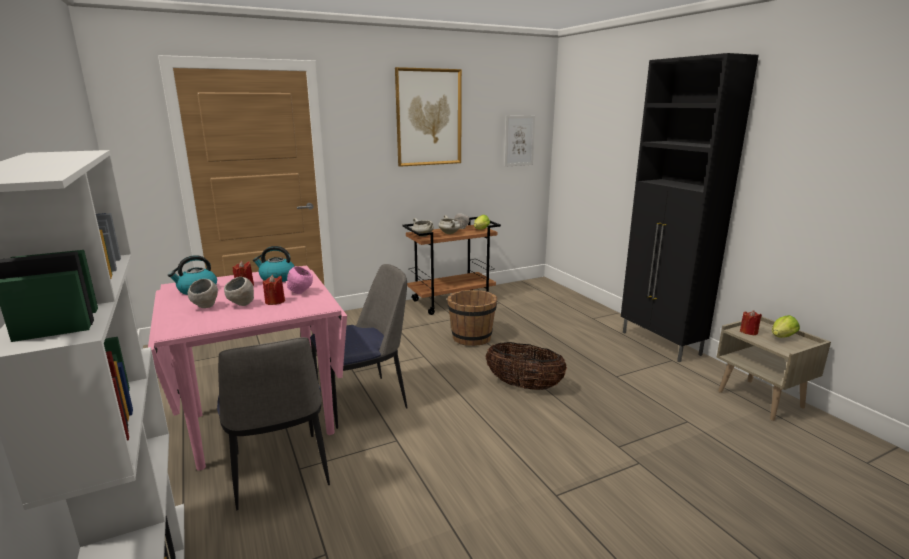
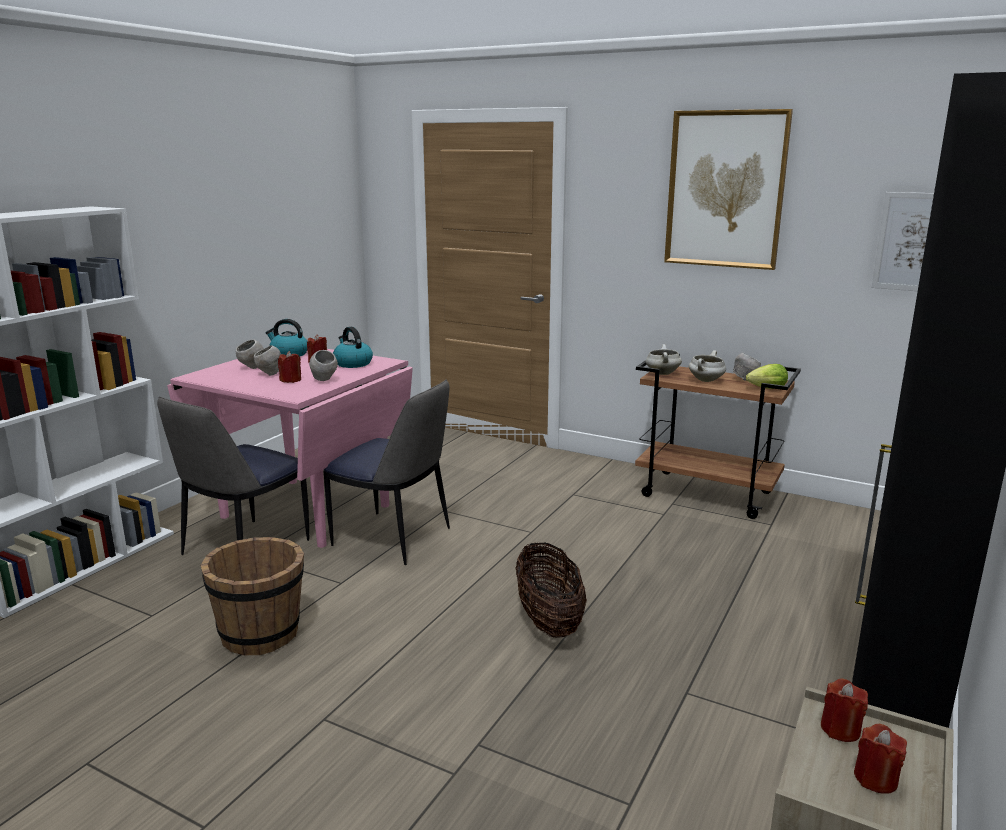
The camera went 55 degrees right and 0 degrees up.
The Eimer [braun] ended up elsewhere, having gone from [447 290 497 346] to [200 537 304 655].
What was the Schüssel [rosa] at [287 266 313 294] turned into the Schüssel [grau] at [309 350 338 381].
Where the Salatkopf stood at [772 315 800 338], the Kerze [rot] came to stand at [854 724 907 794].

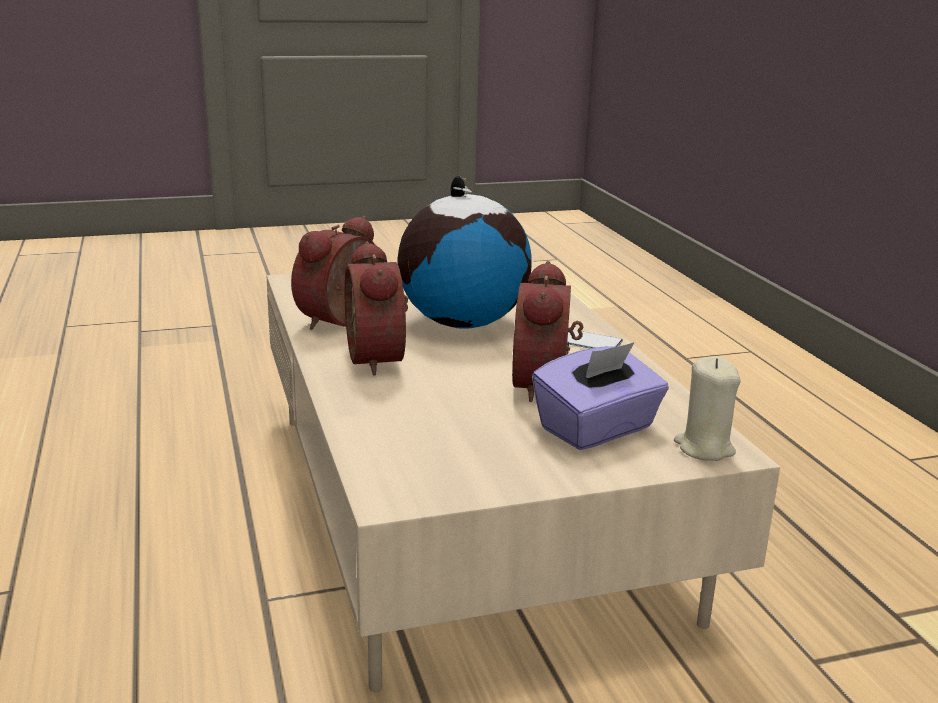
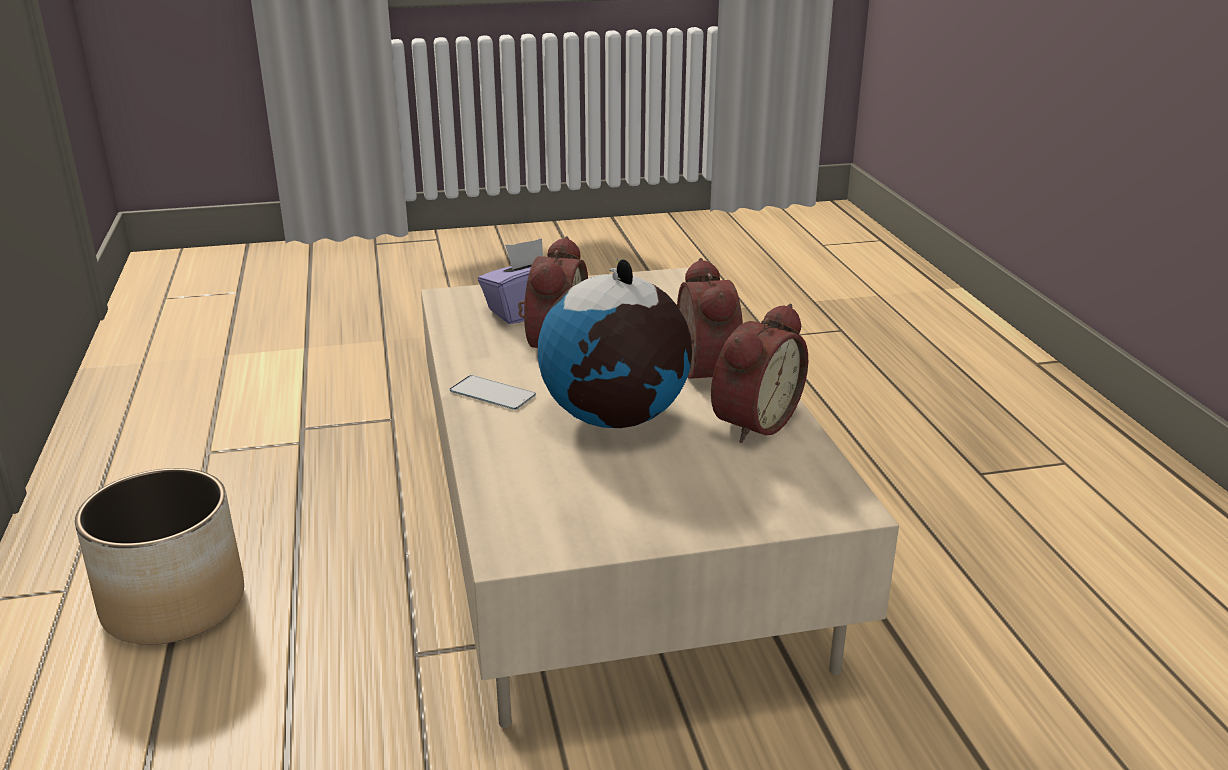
The camera went 175 degrees left and 5 degrees up.
The second view gained the Pflanzkübel at [75 468 244 645].
The second view lost the Kerze [beige] at [674 357 740 461].

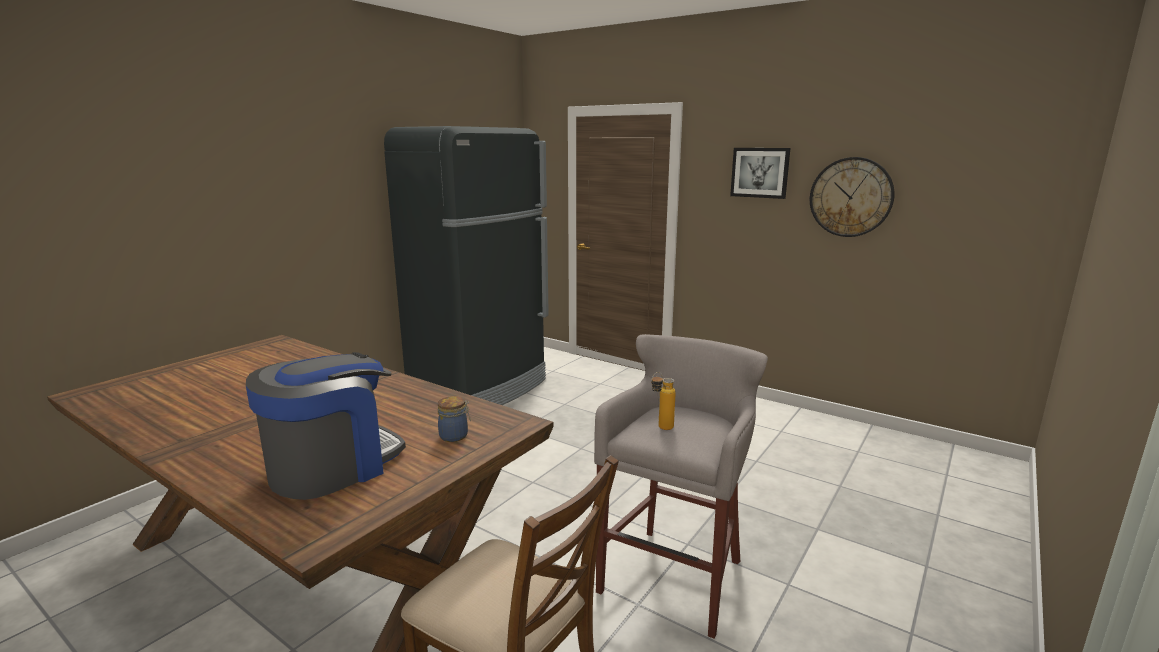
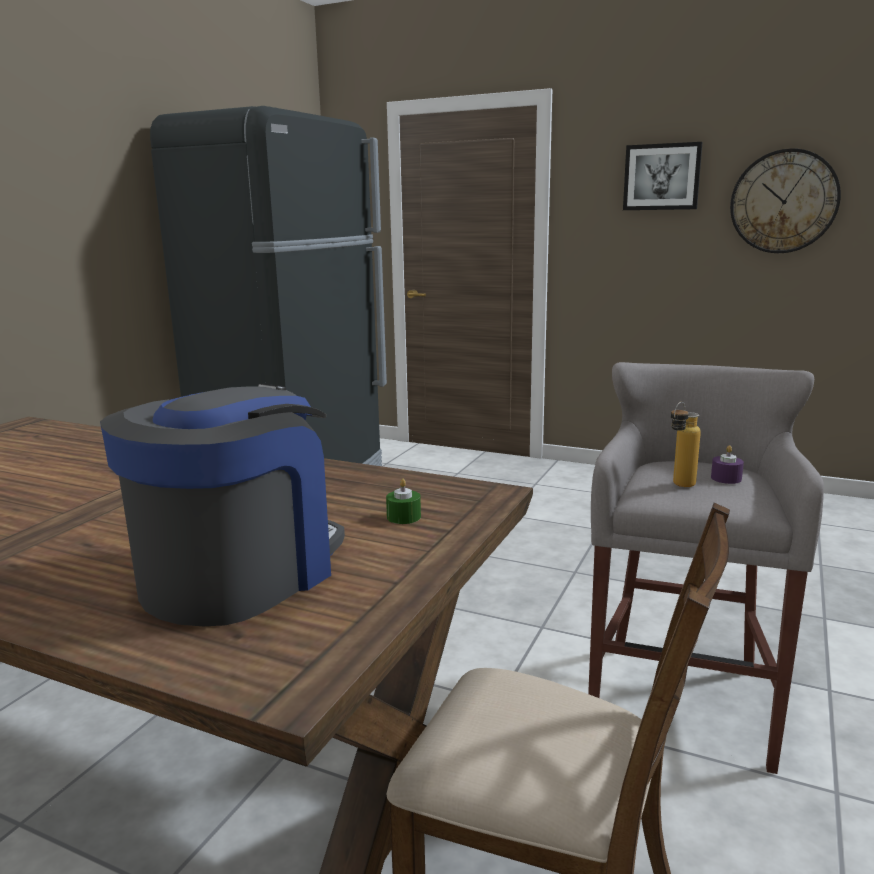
The camera went 10 degrees left and 0 degrees up.
Where the Vorratsglas stood at [438 396 471 442], the Kerze [grün] came to stand at [386 478 421 524].
The second view gained the Kerze [lila] at [711 445 744 484].

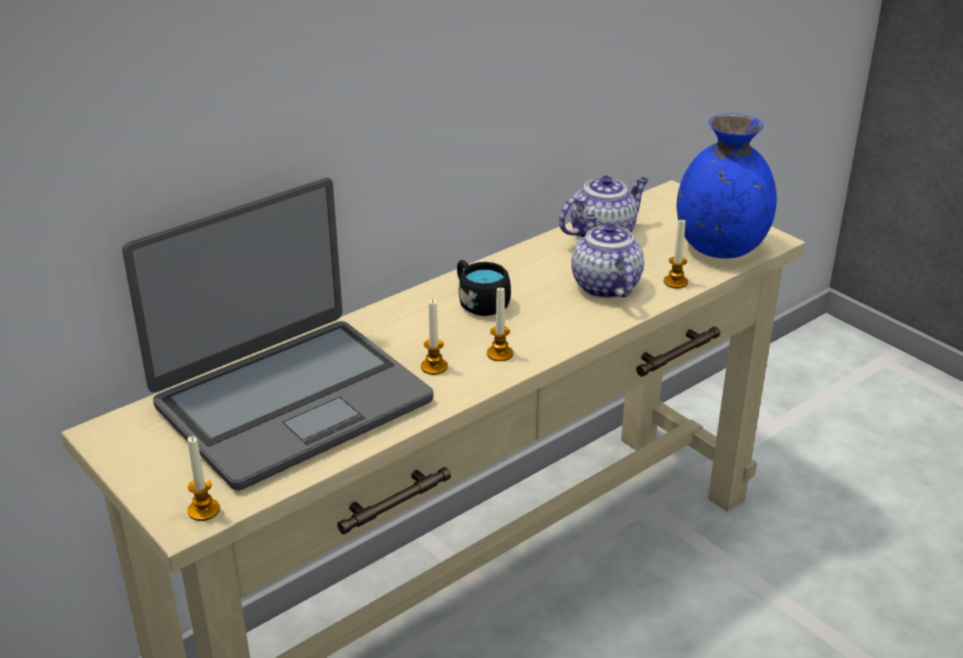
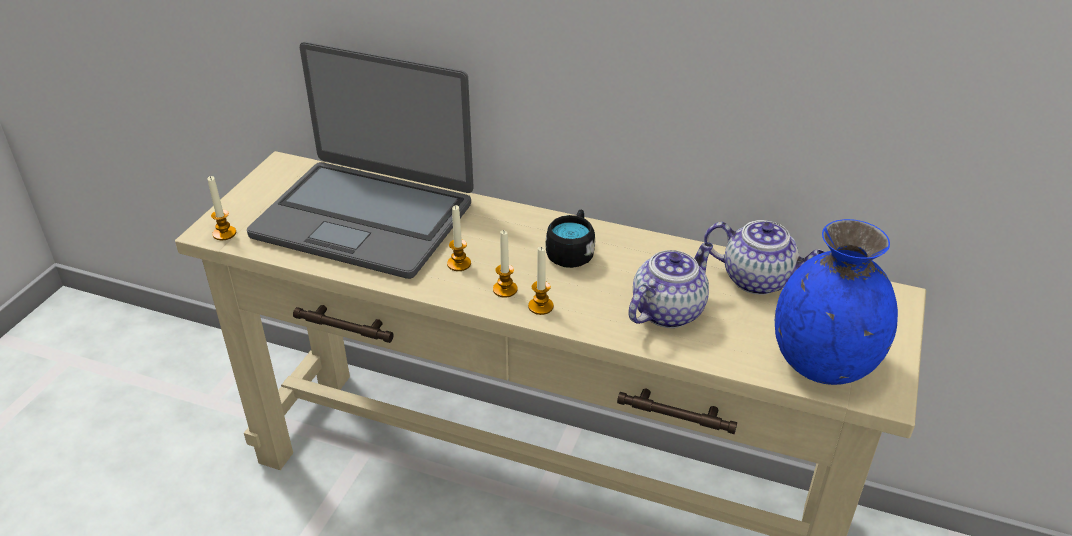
The camera went 60 degrees right and 5 degrees up.
The Kerze ended up elsewhere, having gone from [664 220 688 289] to [528 247 554 315].

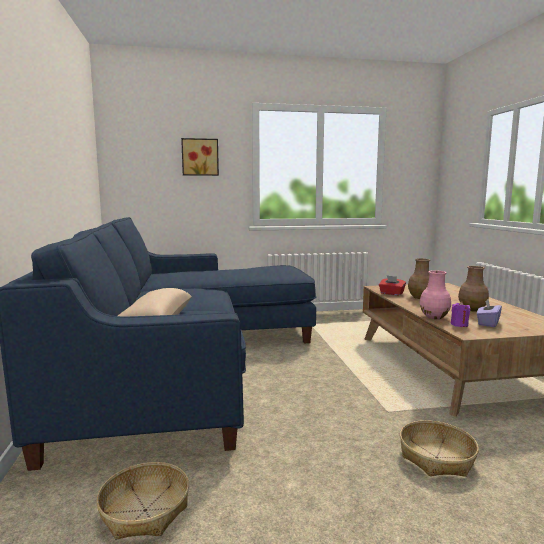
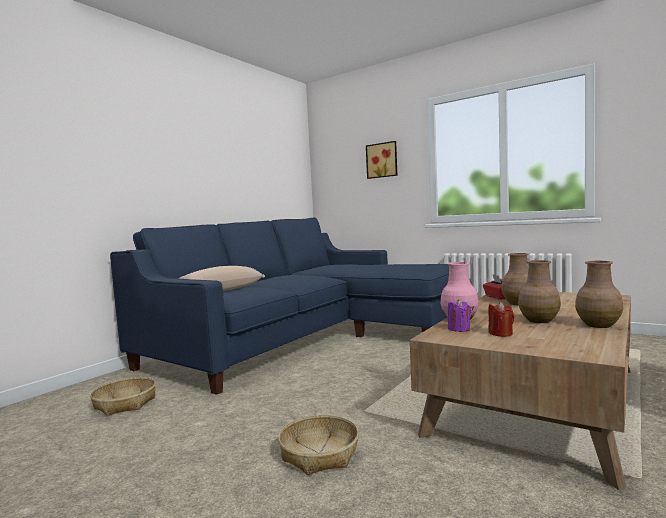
The camera went 45 degrees right and 5 degrees down.
Where the Taschentuchbox [lila] stood at [477 299 502 327], the Kerze [rot] came to stand at [488 302 514 337].
The second view gained the Vase [braun] at [575 261 623 328].

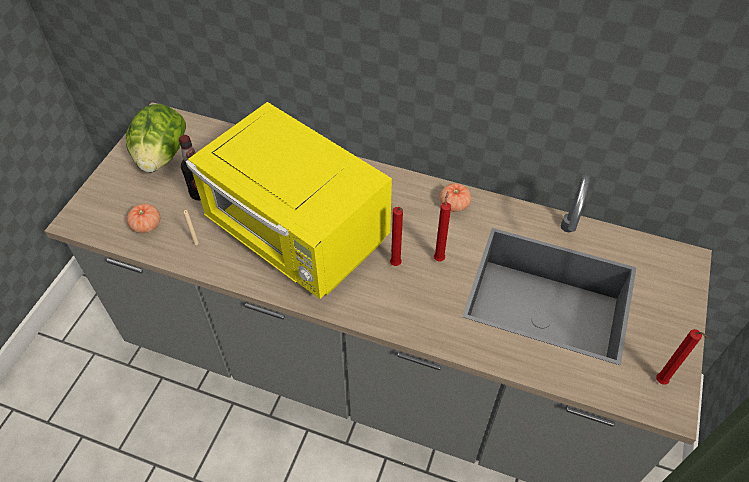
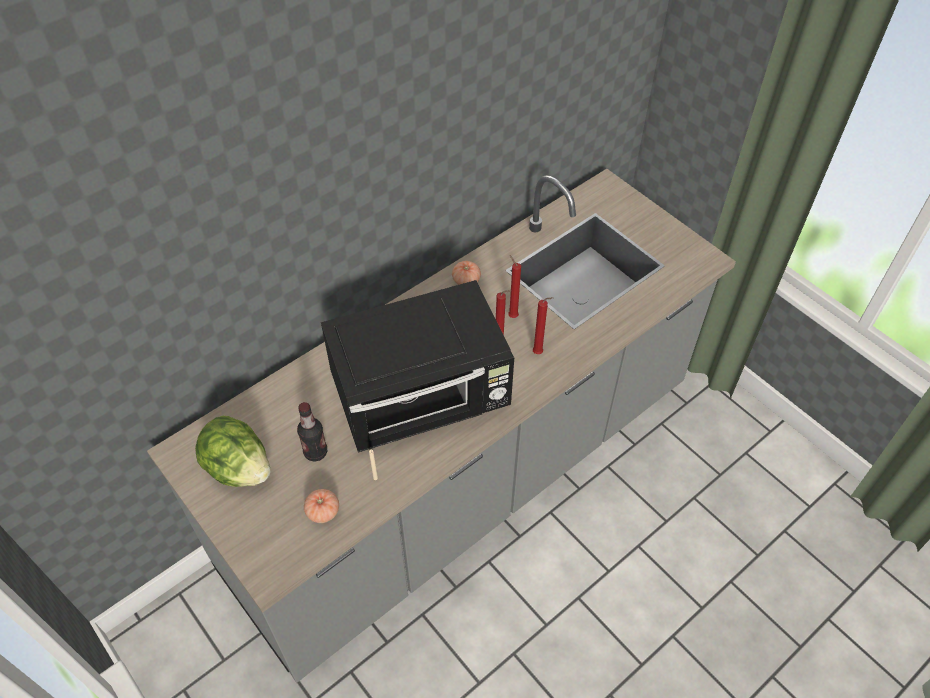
The camera went 60 degrees left and 0 degrees up.
What was the Mikrowelle [gelb] at [186 102 392 299] turned into the Mikrowelle [schwarz] at [321 280 514 452].
The Kerze [rot] ended up elsewhere, having gone from [656 329 709 385] to [533 297 553 354].

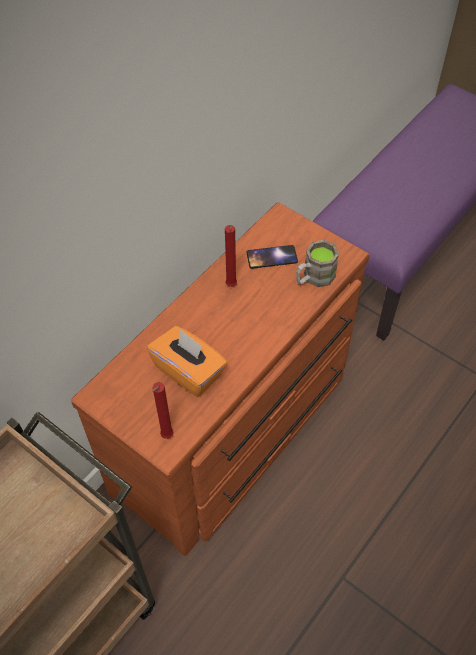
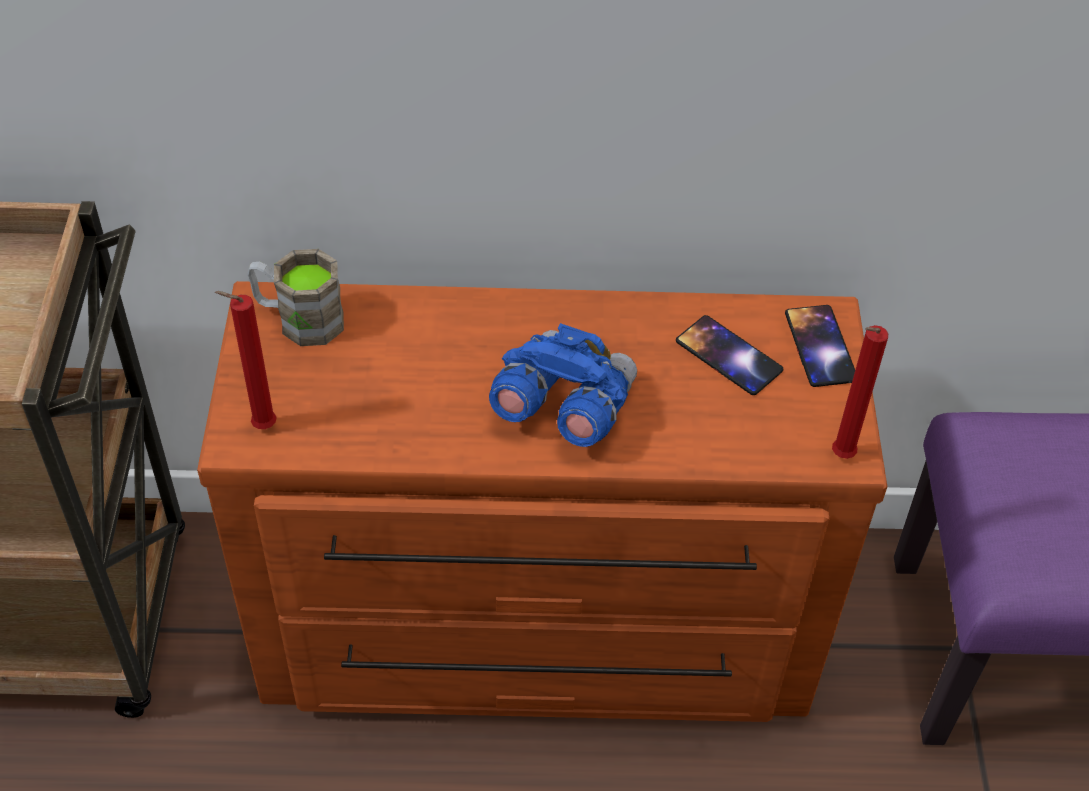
The camera went 50 degrees right and 5 degrees down.
The Henkelbecher [braun] ended up elsewhere, having gone from [296 240 339 287] to [247 249 344 346].
The second view gained the Fernglas [blau] at [489 323 637 447].
The second view gained the Handy at [785 305 855 387].
The Kerze [rot] ended up elsewhere, having gone from [225 225 237 287] to [832 325 888 459].
The second view lost the Taschentuchbox [orange] at [147 326 227 397].

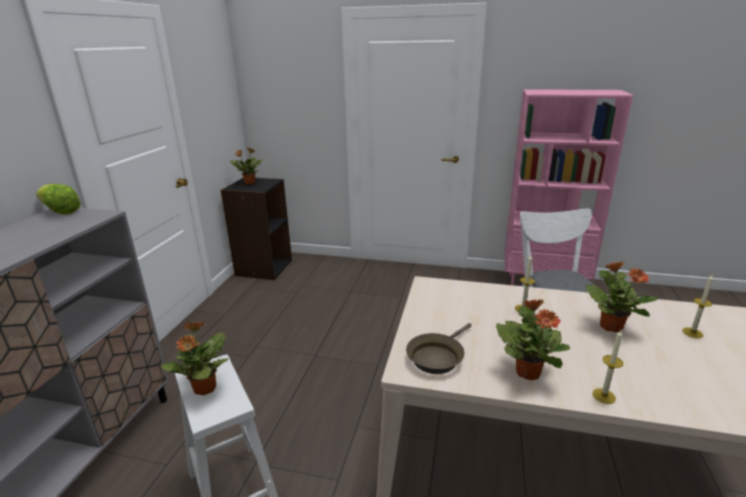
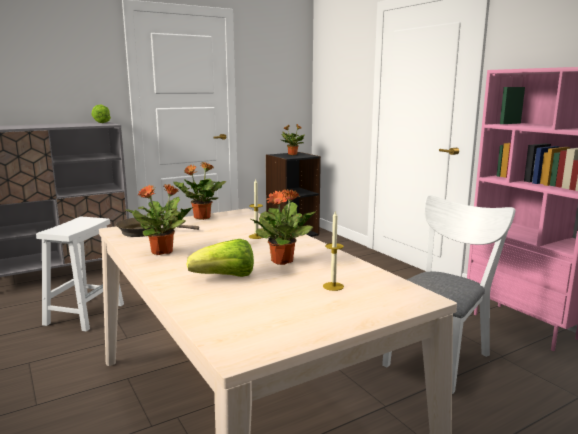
The camera went 45 degrees right and 10 degrees down.
The Topfpflanze ended up elsewhere, having gone from [161 322 228 395] to [173 162 226 220].
The second view gained the Salatkopf at [186 239 254 277].
The second view lost the Kerze at [592 330 623 404].

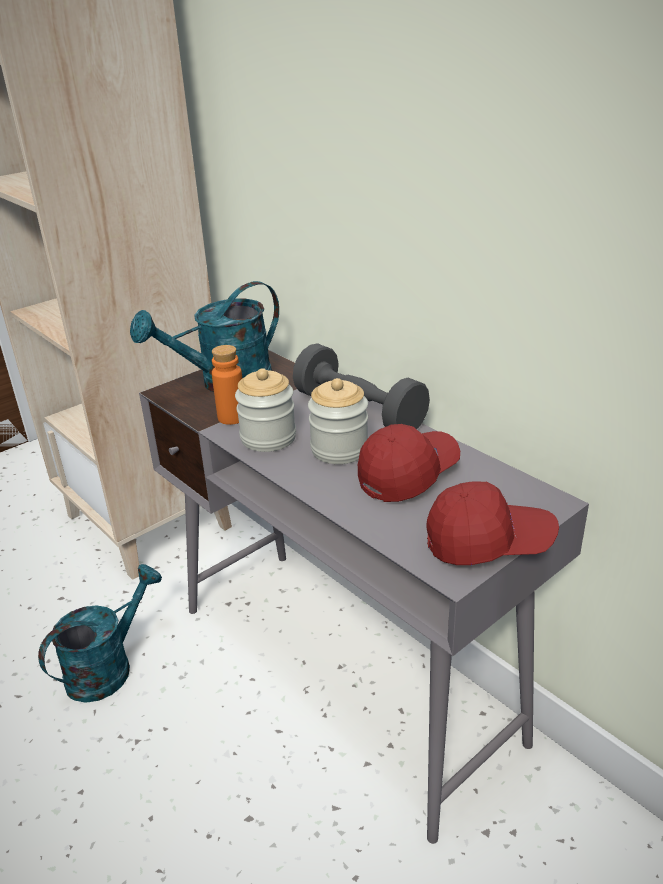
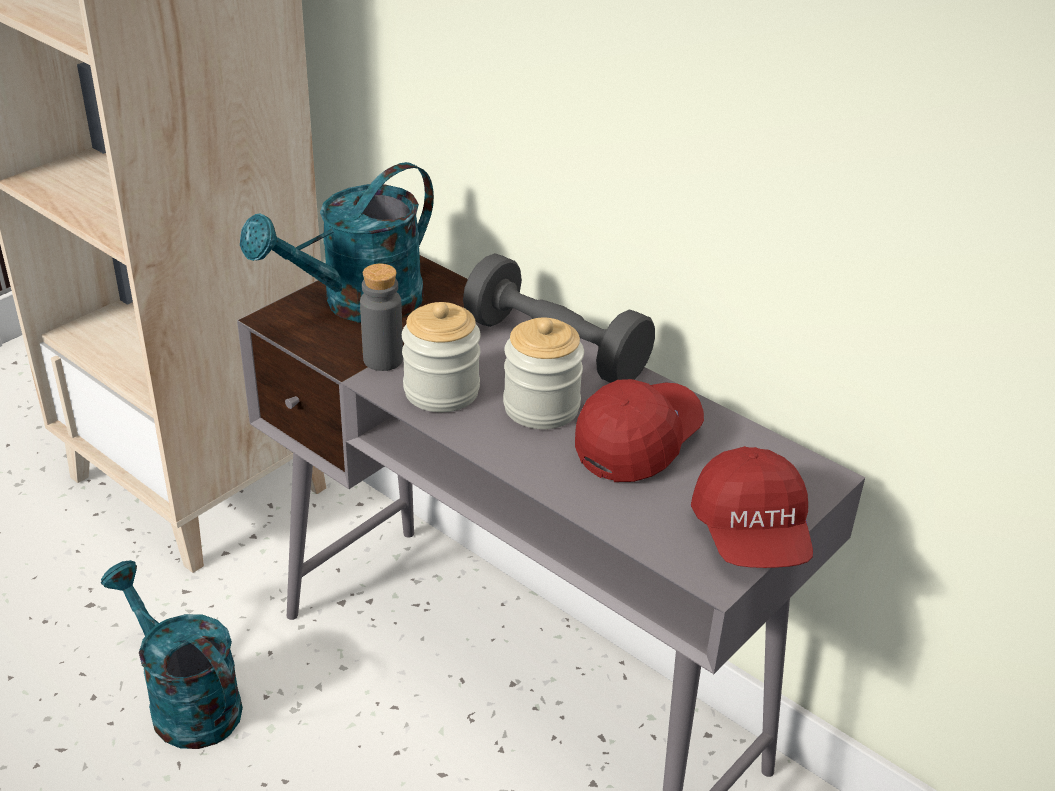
The camera went 10 degrees left and 5 degrees up.
The Gießkanne [türkis] at [38 564 162 703] ended up facing another way, 75 degrees counterclockwise from before.
What was the Flasche [orange] at [212 345 242 425] turned into the Flasche [grau] at [360 264 403 371].
The Kappe [rot] at [426 481 559 565] ended up facing another way, 90 degrees clockwise from before.

